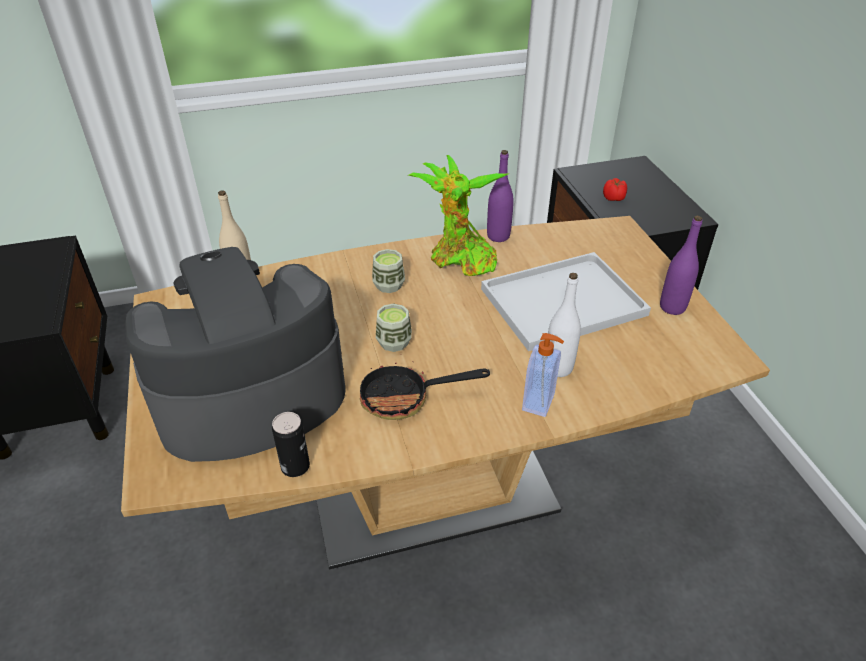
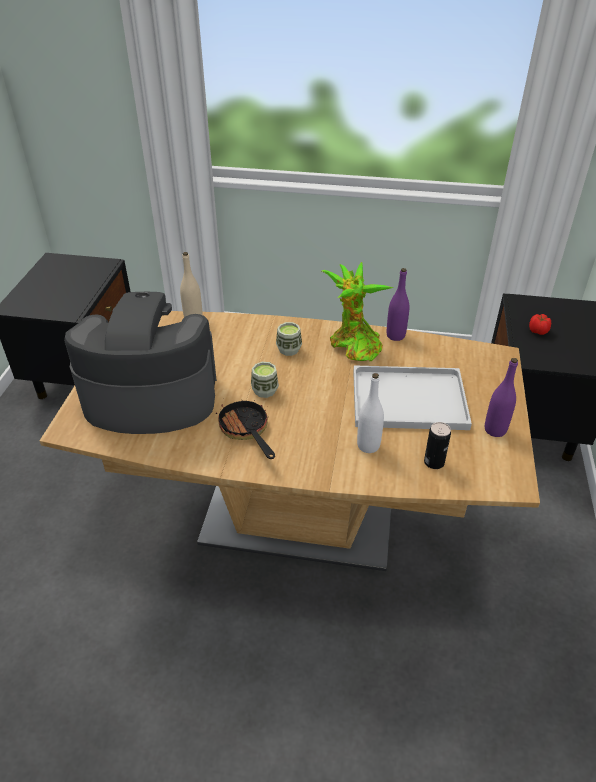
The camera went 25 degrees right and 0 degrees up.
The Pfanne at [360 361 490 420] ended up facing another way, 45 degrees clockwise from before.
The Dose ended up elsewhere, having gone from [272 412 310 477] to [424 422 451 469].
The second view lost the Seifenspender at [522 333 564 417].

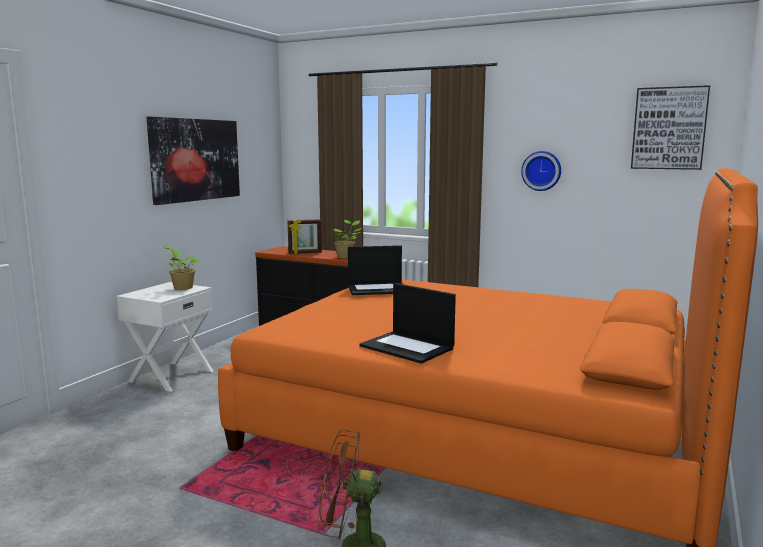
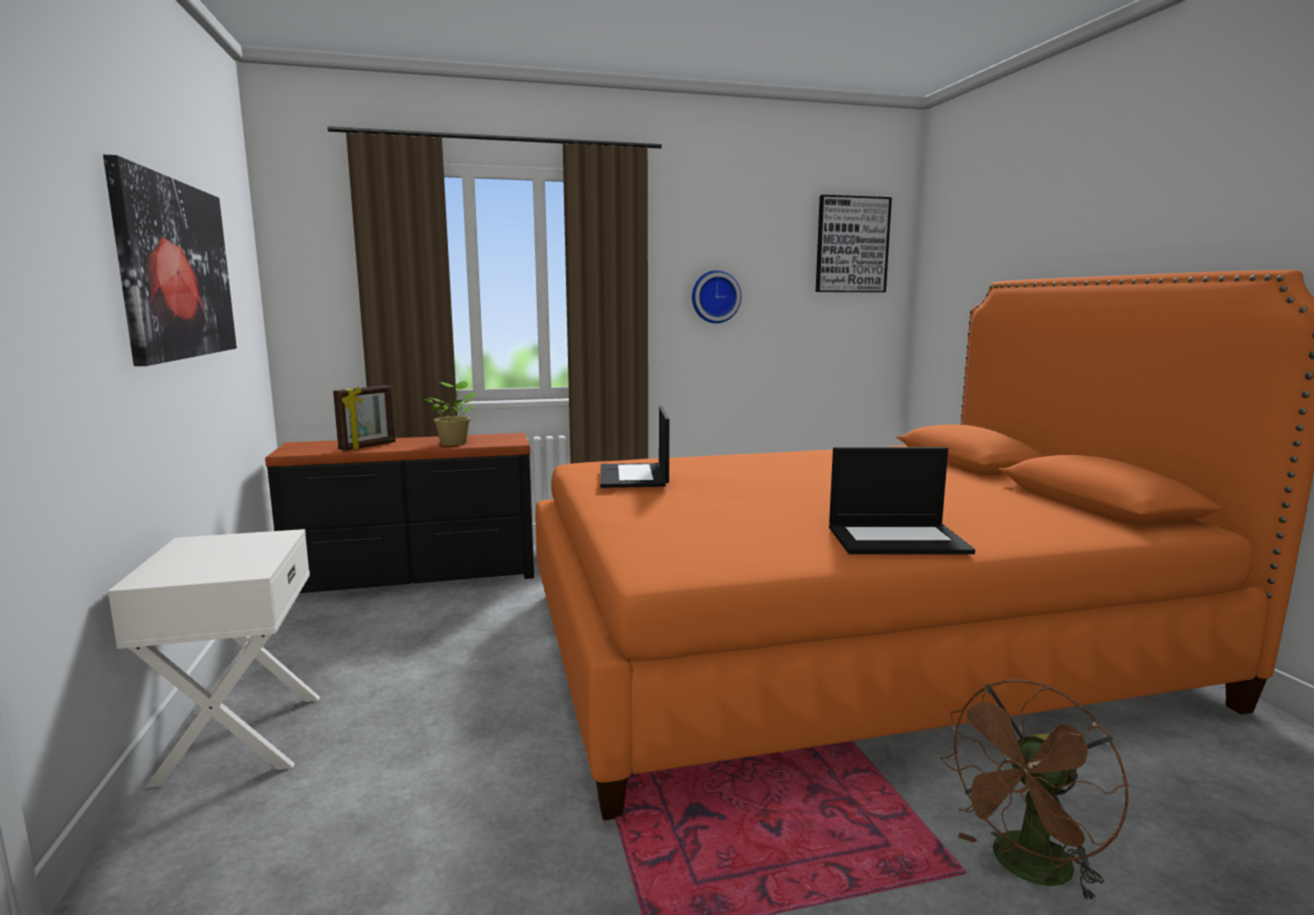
The camera went 40 degrees left and 0 degrees up.
The Laptop at [348 245 403 295] ended up facing another way, 135 degrees clockwise from before.
The second view lost the Topfpflanze at [164 245 200 290].

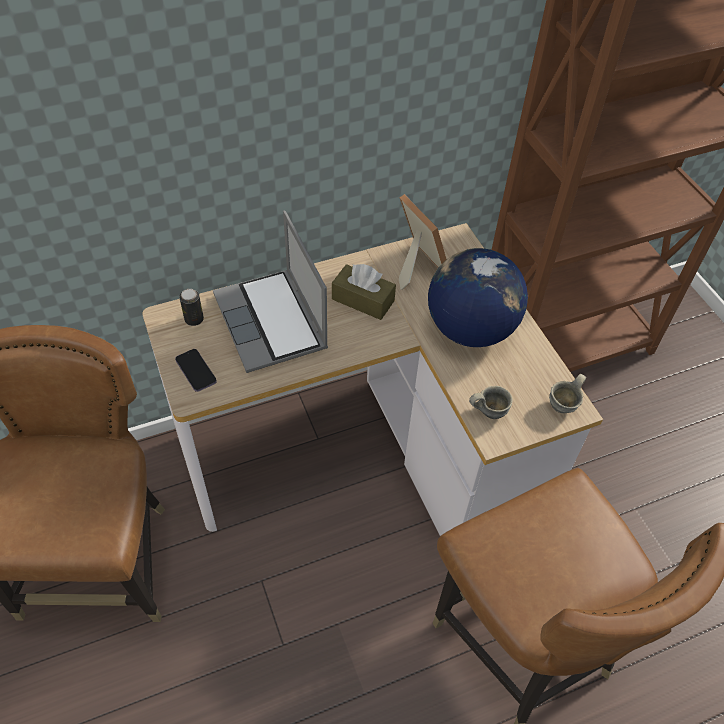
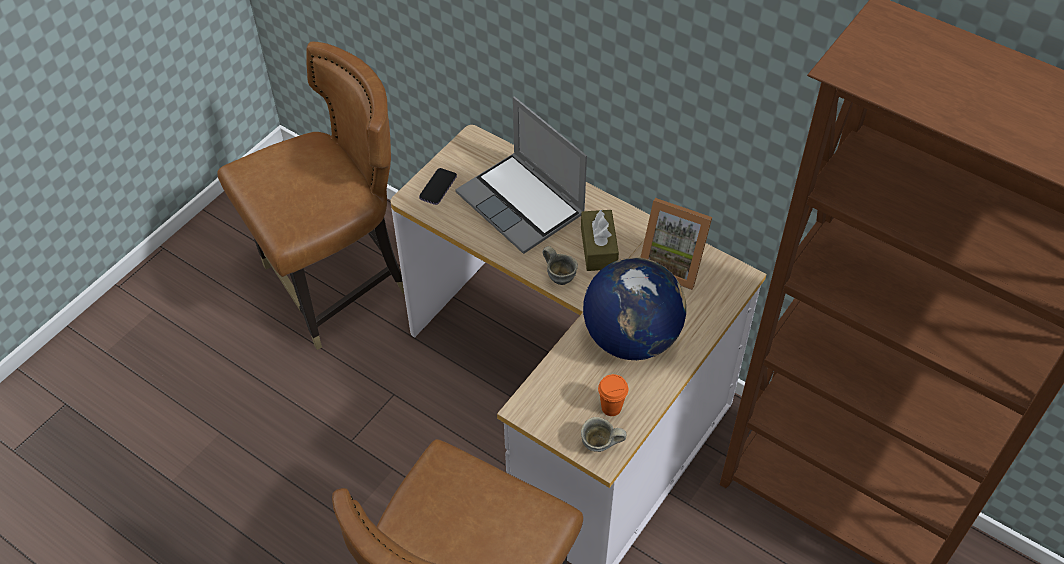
The camera went 60 degrees right and 0 degrees up.
The Laptop at [213 210 328 373] ended up facing another way, 75 degrees counterclockwise from before.
The Henkelbecher [grau] ended up elsewhere, having gone from [469 386 513 419] to [542 246 578 285].
The second view gained the Tasse [orange] at [598 374 628 416].
The Bilderrahmen at [399 194 447 290] ended up facing another way, 90 degrees clockwise from before.
The second view lost the Dose at [179 289 204 326].

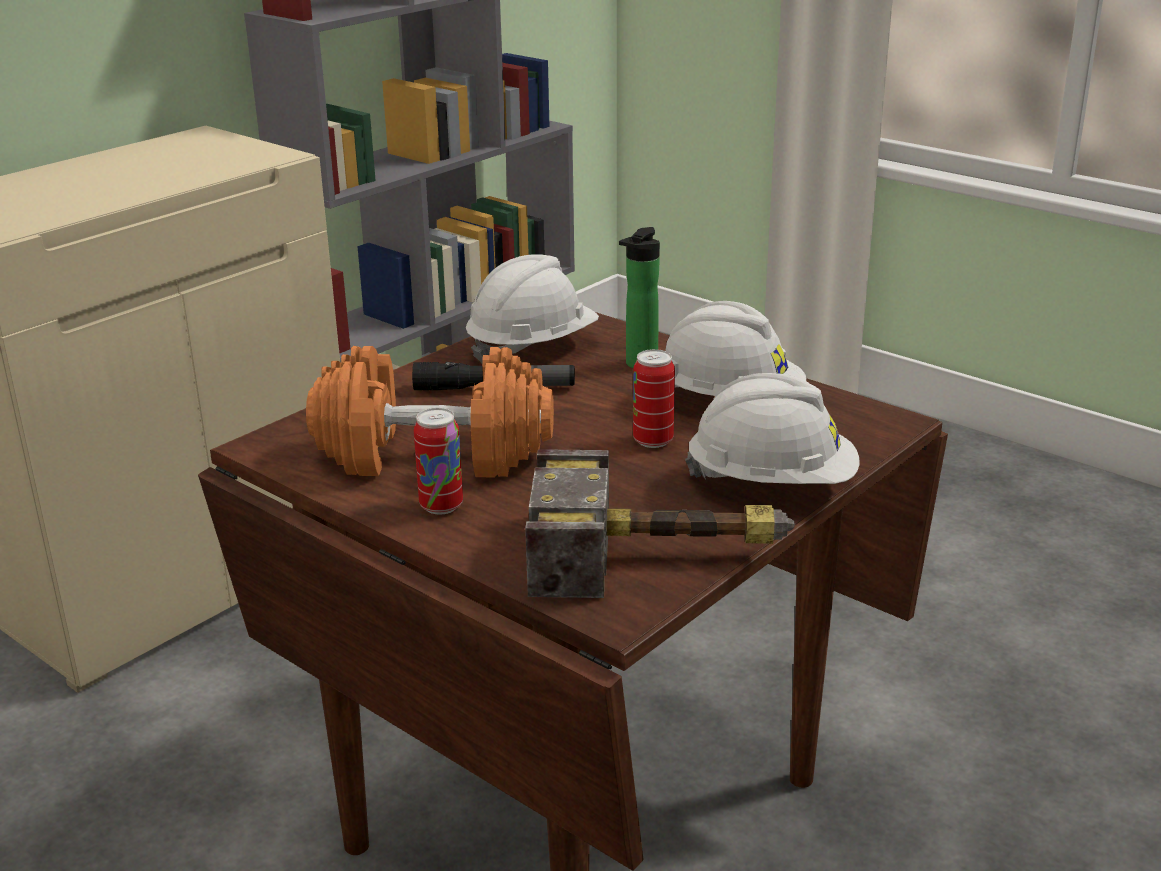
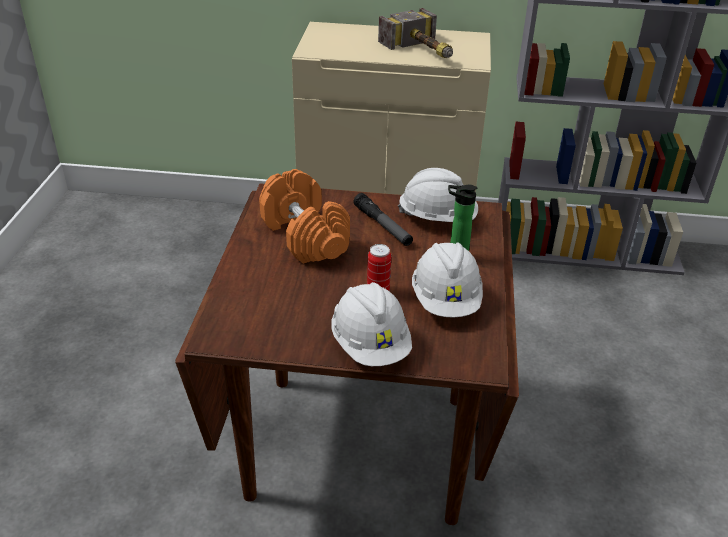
The camera went 55 degrees right and 10 degrees up.
The Hammer ended up elsewhere, having gone from [525 449 795 598] to [378 8 453 58].
The second view lost the Dose at [414 408 463 514].

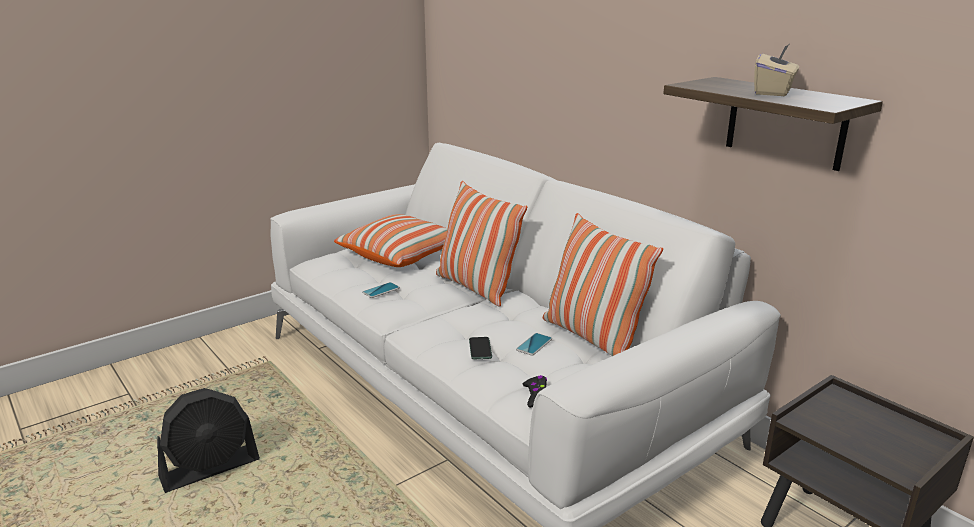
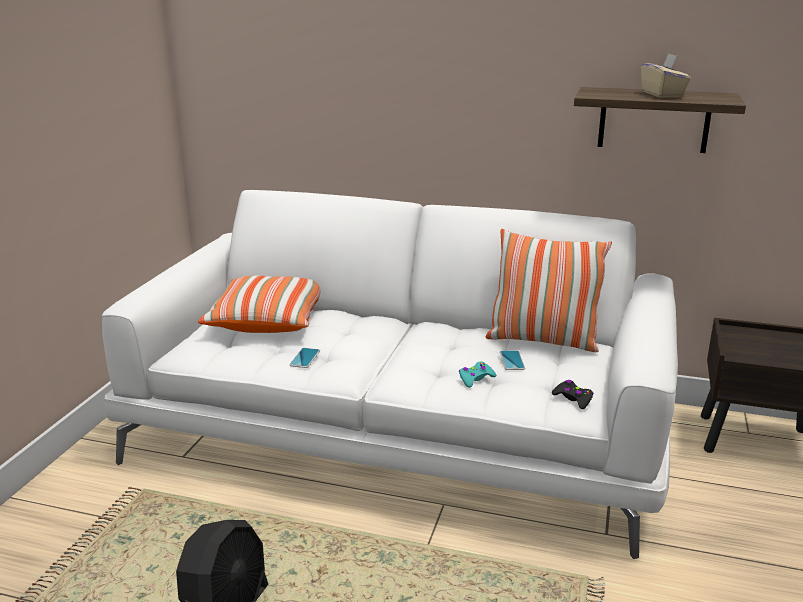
The camera went 35 degrees left and 0 degrees up.
Where the Handy stood at [469 337 492 359], the Gamepad [türkis] came to stand at [459 361 496 388].
The second view lost the Kissen at [436 181 527 307].

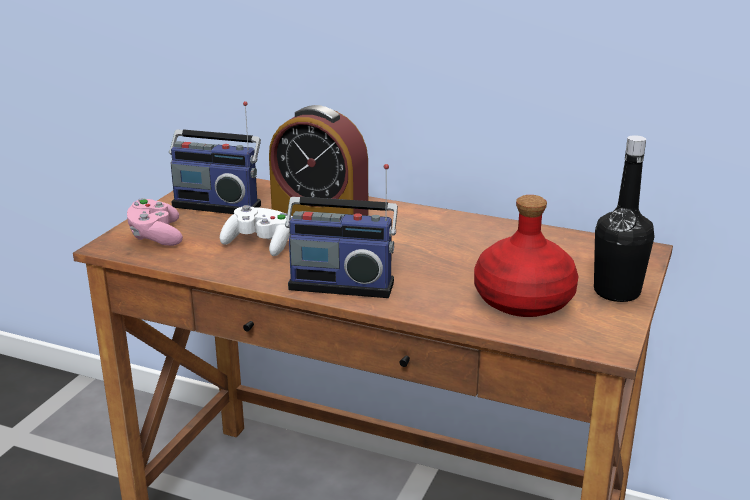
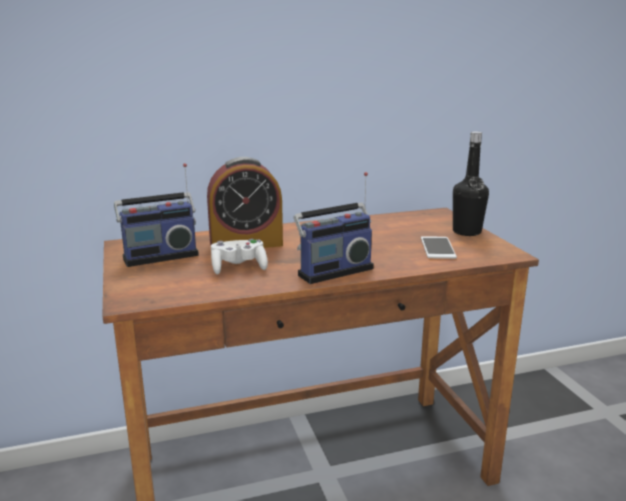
The camera went 40 degrees left and 5 degrees down.
Where the Flasche [rot] stood at [474 195 578 317], the Handy came to stand at [421 236 457 259].
The second view lost the Gamepad [rosa] at [127 198 183 246].

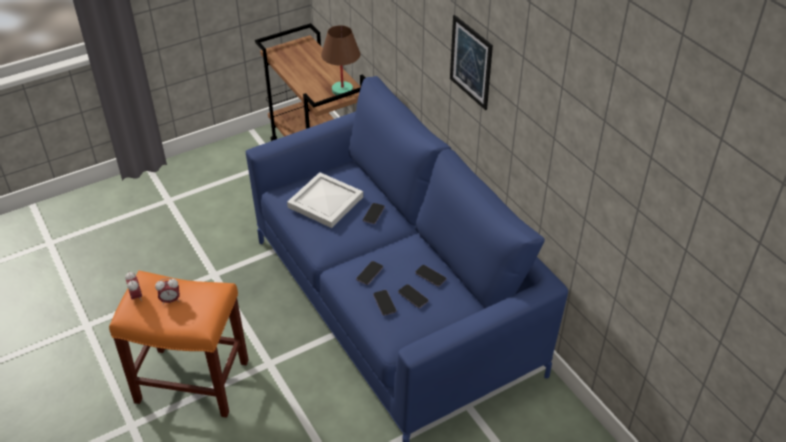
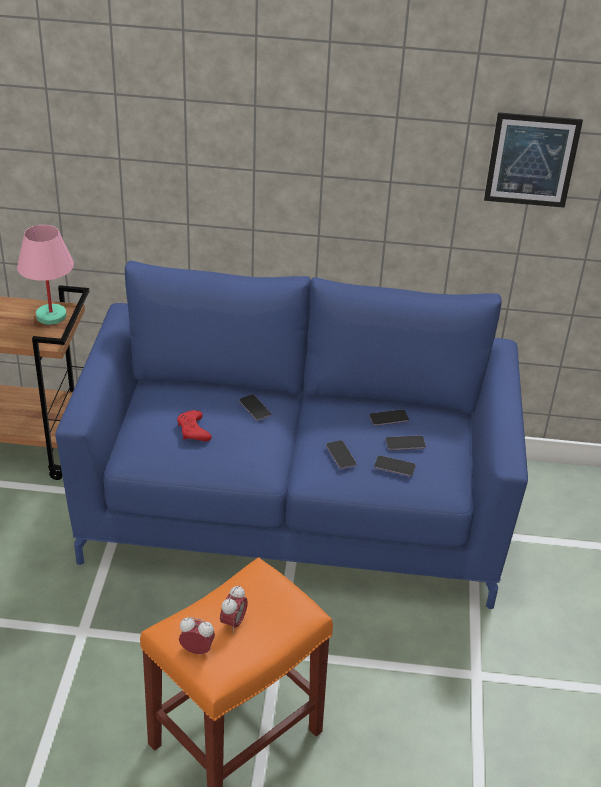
The camera went 55 degrees left and 5 degrees down.
What was the Tischlampe [braun] at [321 25 360 95] turned into the Tischlampe [rosa] at [17 225 74 325].
Where the Tablett [weiß] stood at [287 172 363 228], the Gamepad [rot] came to stand at [177 410 212 441].
The Bild ended up elsewhere, having gone from [450 15 493 110] to [484 112 583 208].

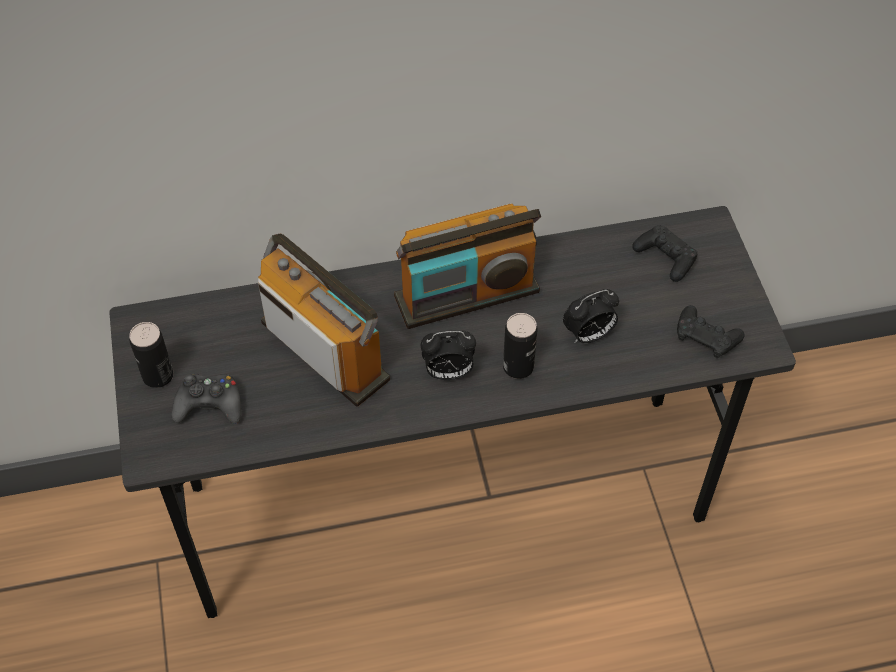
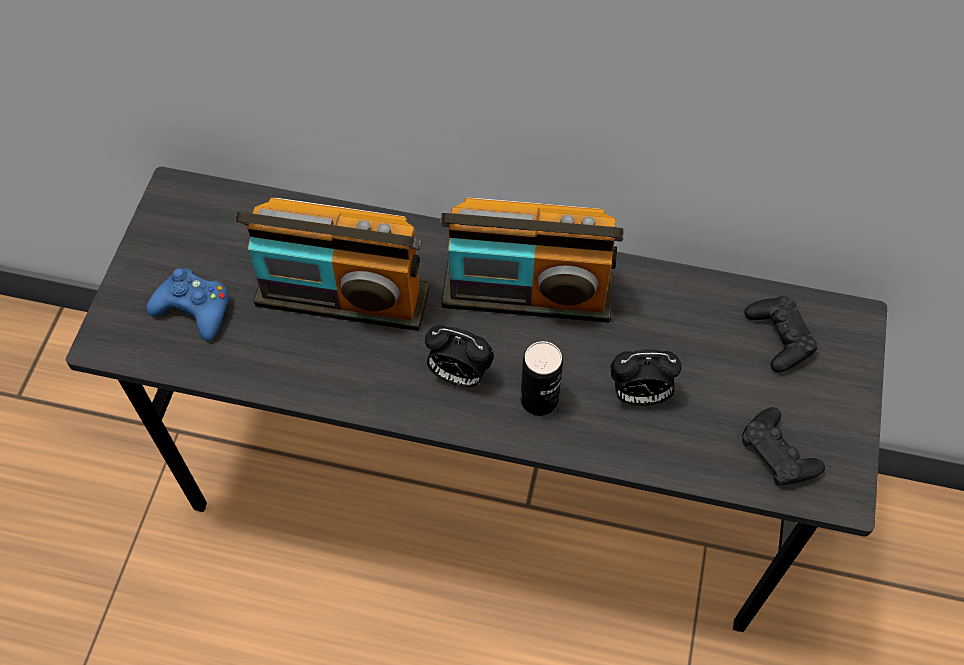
The camera went 25 degrees right and 5 degrees up.
What was the Gamepad [schwarz] at [172 373 241 424] turned into the Gamepad [blau] at [146 268 229 341].
The Radio at [258 233 390 406] ended up facing another way, 120 degrees clockwise from before.
The second view lost the Dose at [129 322 174 388].

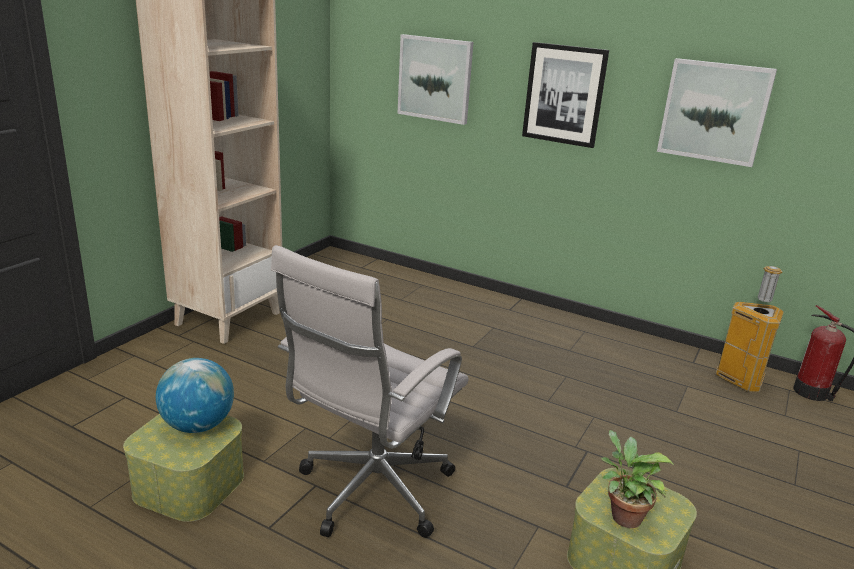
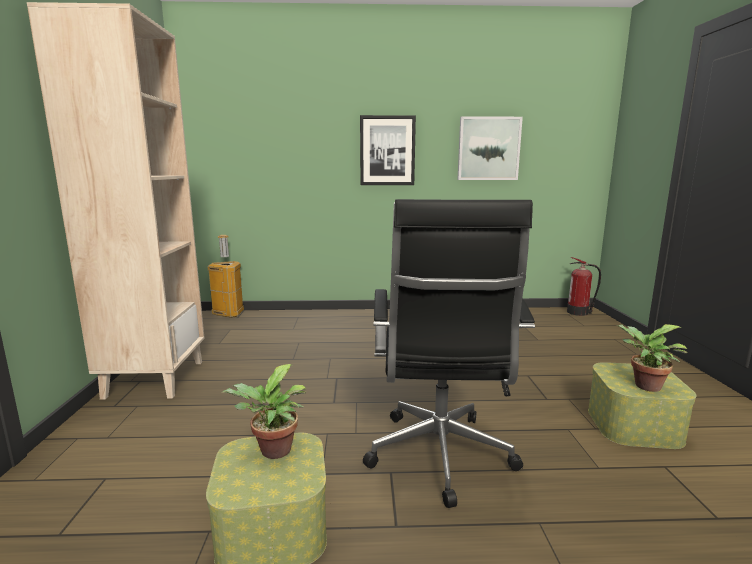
The camera went 30 degrees left and 10 degrees down.
The Mülleimer ended up elsewhere, having gone from [715 266 784 392] to [207 235 244 318].
Where the Globus stood at [156 358 234 433], the Topfpflanze came to stand at [221 364 307 459].
What was the Bürostuhl [weiß] at [271 245 469 538] turned into the Bürostuhl [schwarz] at [363 199 535 508].
The second view lost the Bild at [397 34 473 125].

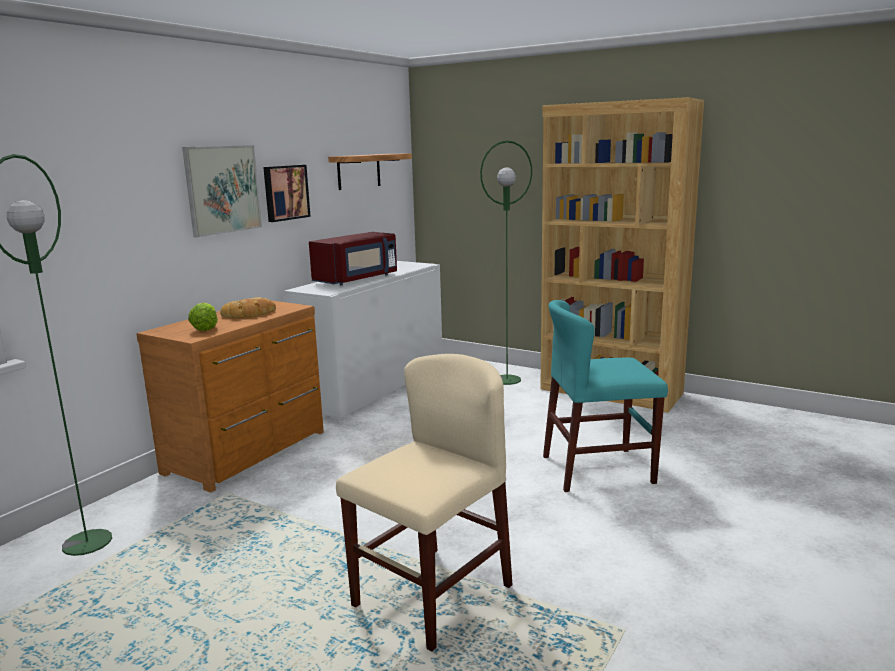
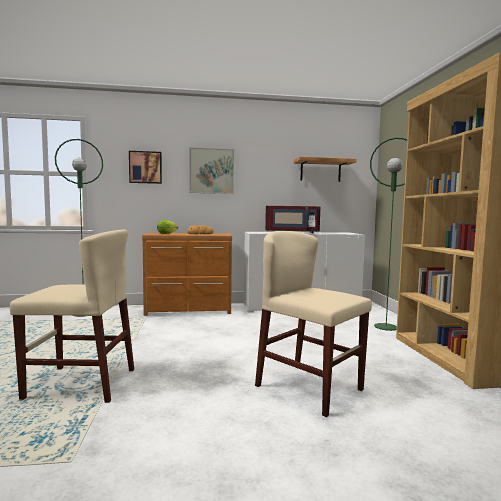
The camera went 50 degrees right and 10 degrees down.
The Bild ended up elsewhere, having gone from [263 165 311 222] to [129 151 162 184].
What was the Stuhl [türkis] at [543 300 668 492] turned into the Stuhl [beige] at [255 231 372 417].

